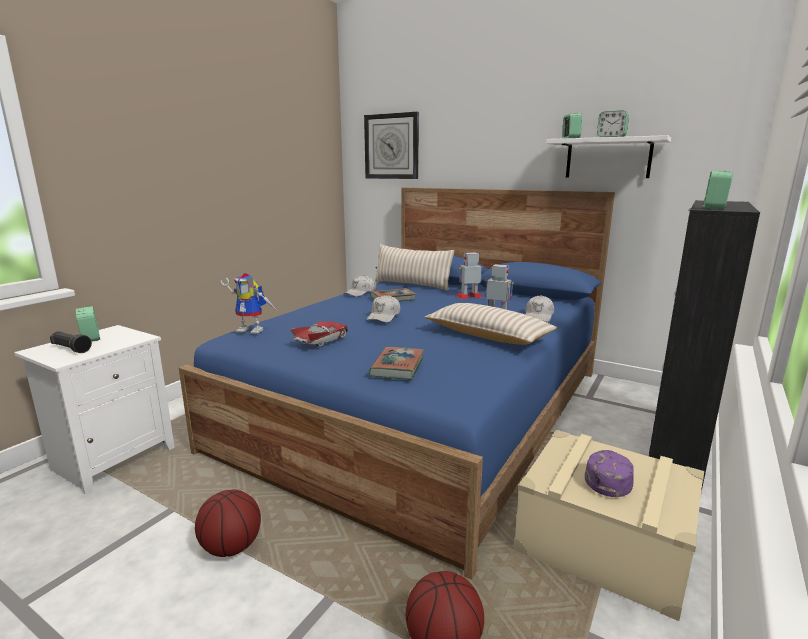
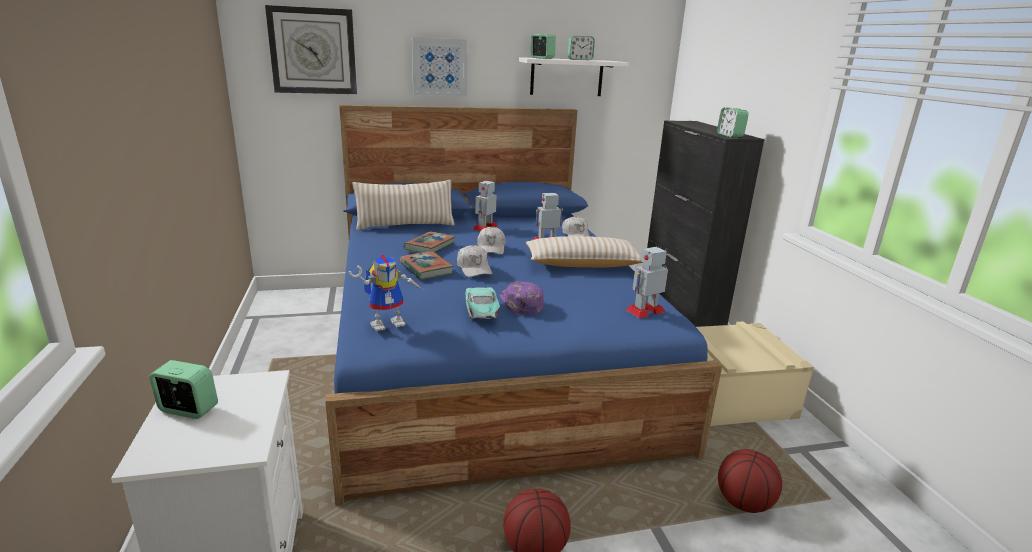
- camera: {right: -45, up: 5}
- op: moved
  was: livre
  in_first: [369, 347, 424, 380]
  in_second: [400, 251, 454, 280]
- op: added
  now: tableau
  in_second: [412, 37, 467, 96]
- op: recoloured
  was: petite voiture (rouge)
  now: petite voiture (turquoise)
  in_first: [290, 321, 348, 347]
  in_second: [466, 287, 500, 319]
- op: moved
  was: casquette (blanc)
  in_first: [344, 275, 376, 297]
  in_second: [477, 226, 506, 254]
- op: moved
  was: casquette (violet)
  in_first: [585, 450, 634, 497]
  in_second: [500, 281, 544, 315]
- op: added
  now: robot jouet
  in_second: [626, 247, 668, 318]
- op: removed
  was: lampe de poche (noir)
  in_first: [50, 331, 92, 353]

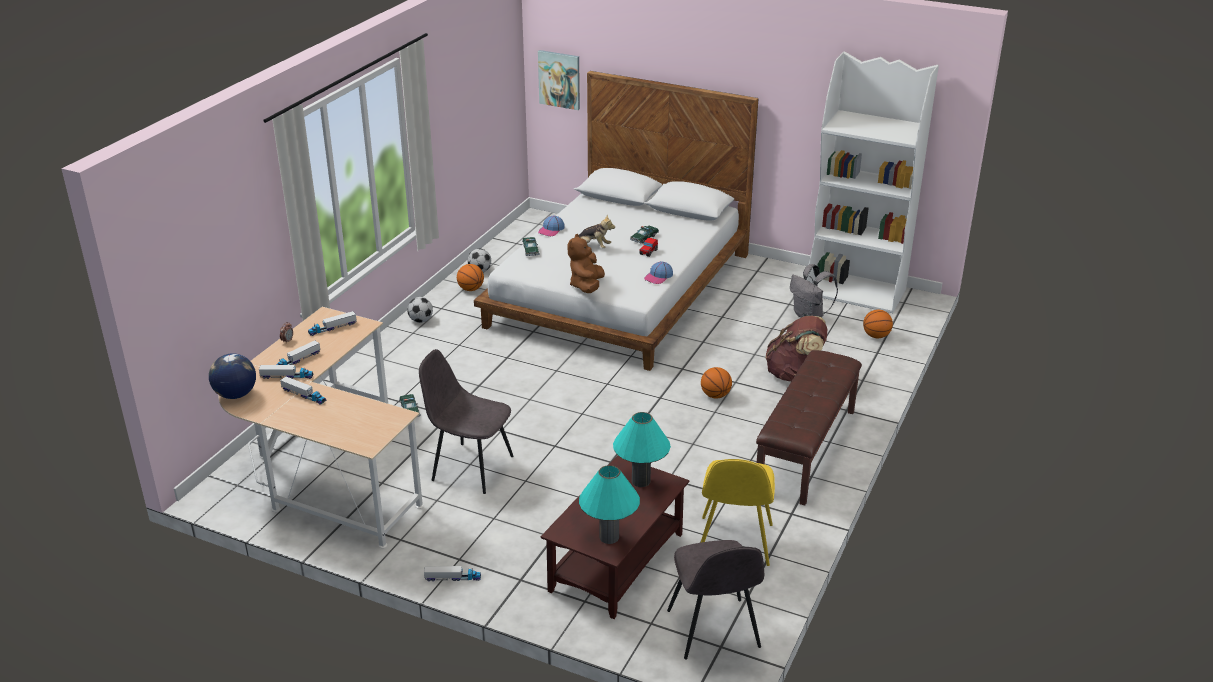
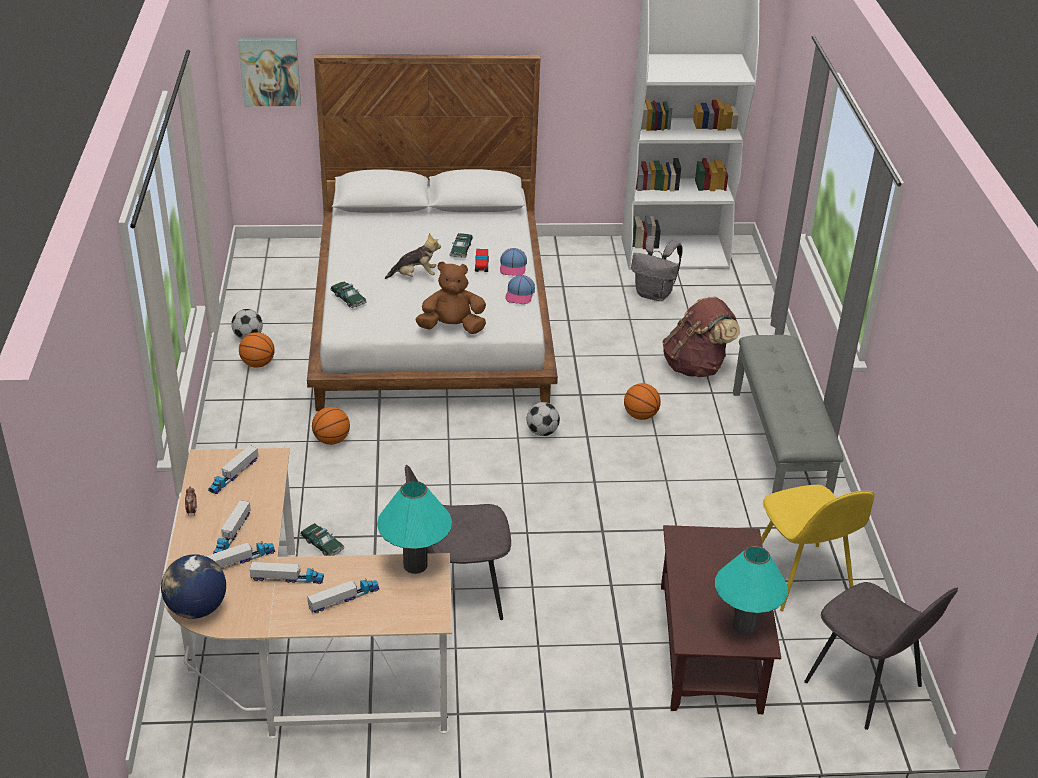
- camera: {right: -30, up: 5}
- op: moved
  was: camion jouet
  in_first: [424, 566, 481, 581]
  in_second: [307, 578, 379, 613]
- op: moved
  was: ballon de basket
  in_first: [863, 310, 893, 338]
  in_second: [312, 407, 350, 445]
- op: moved
  was: lampe de table (turquoise)
  in_first: [613, 412, 671, 487]
  in_second: [377, 481, 452, 574]
- op: turned
  was: peluche (marron)
  in_first: [567, 234, 605, 293]
  in_second: [416, 261, 486, 334]
  clockwise: 105
- op: moved
  was: casquette
  in_first: [538, 216, 565, 236]
  in_second: [500, 248, 527, 276]
- op: moved
  was: ballon de foot
  in_first: [407, 297, 433, 323]
  in_second: [526, 402, 560, 436]
- op: recoloured
  was: banc (marron)
  now: banc (gris)
  in_first: [756, 350, 862, 505]
  in_second: [733, 335, 843, 494]

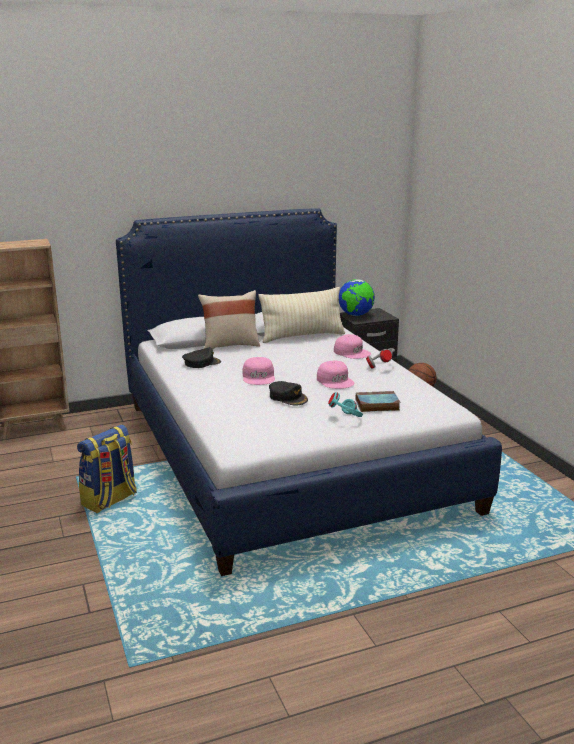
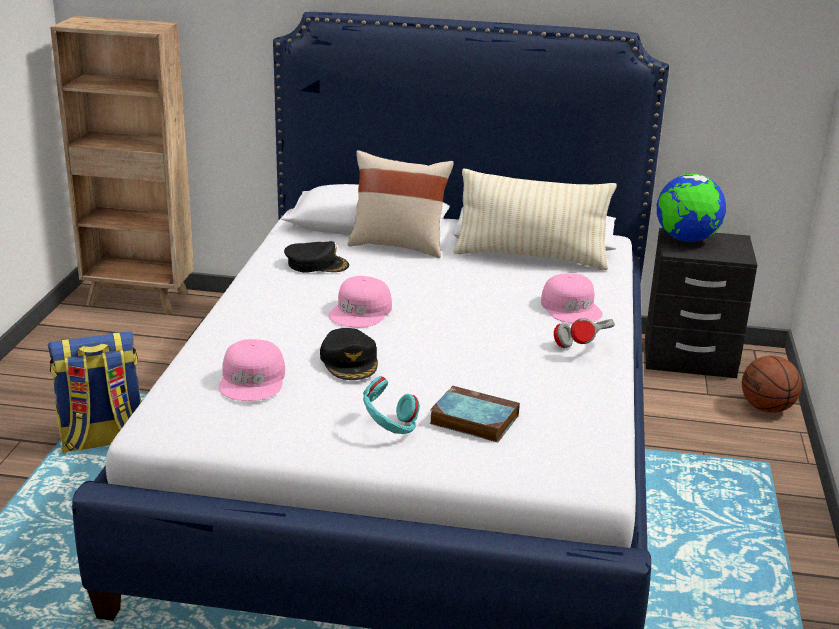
- camera: {right: 30, up: 5}
- op: moved
  was: casquette (rose)
  in_first: [317, 360, 354, 389]
  in_second: [219, 339, 285, 401]

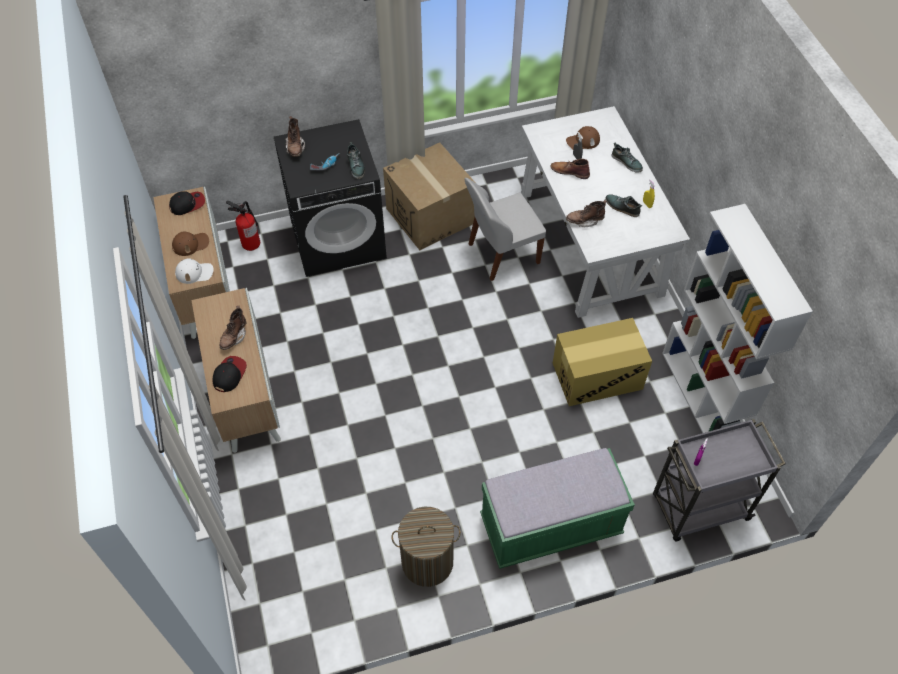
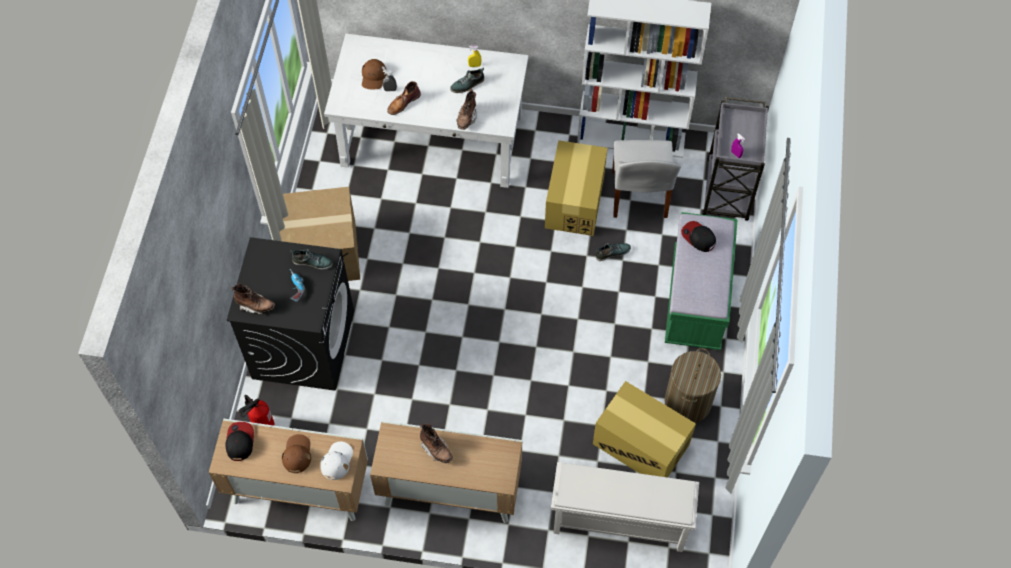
- camera: {right: -65, up: 5}
- op: added
  now: étagère à chaussures (blanc)
  in_second: [551, 462, 699, 552]
- op: added
  now: carton
  in_second: [593, 381, 696, 477]
- op: moved
  was: chaussure
  in_first: [612, 142, 643, 173]
  in_second: [596, 243, 631, 261]
- op: moved
  was: chaise (blanc)
  in_first: [464, 178, 546, 281]
  in_second: [612, 140, 681, 218]
- op: moved
  was: casquette
  in_first: [212, 356, 247, 392]
  in_second: [681, 221, 716, 252]

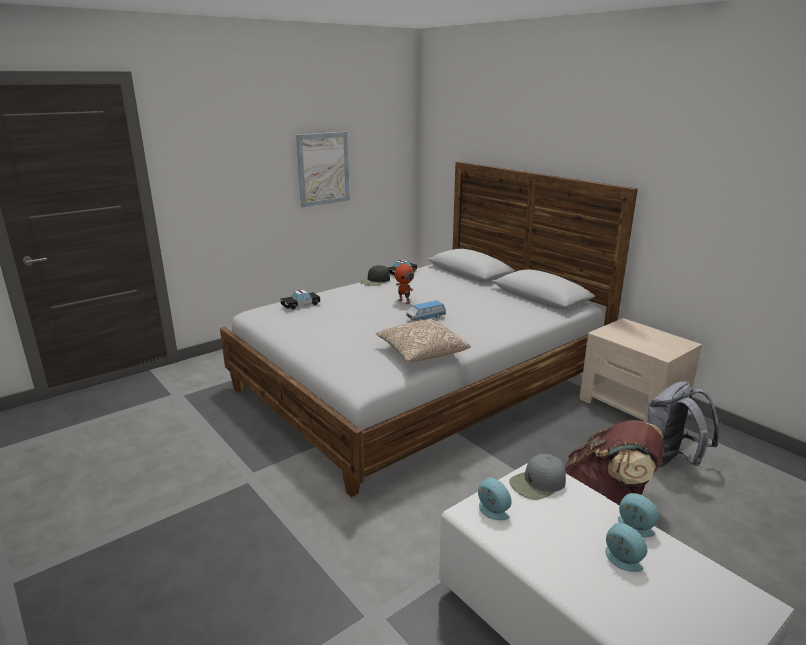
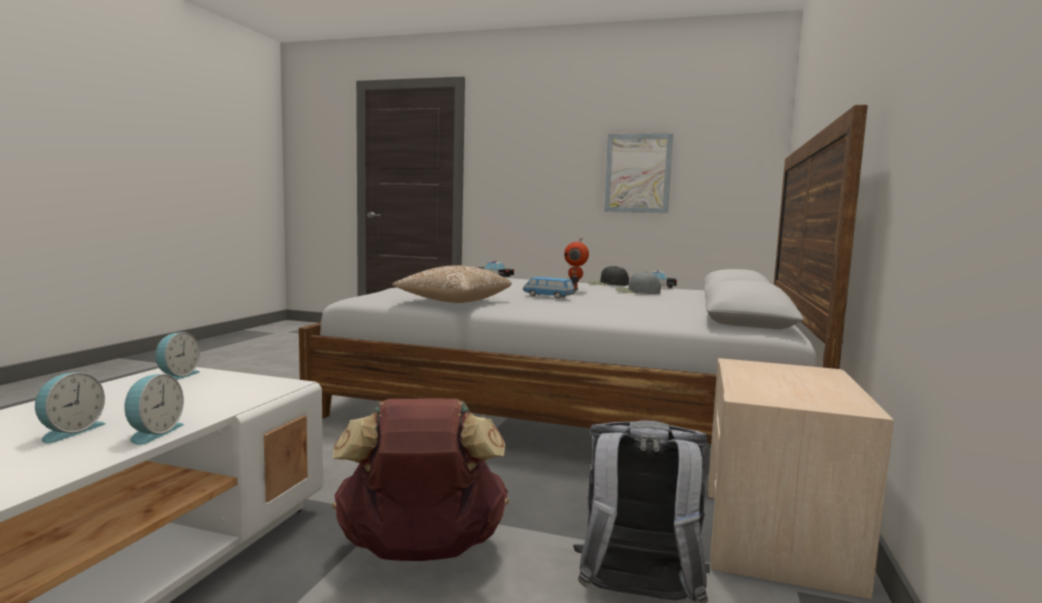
- camera: {right: 55, up: -15}
- op: moved
  was: casquette (gris)
  in_first: [509, 454, 566, 500]
  in_second: [615, 272, 661, 294]

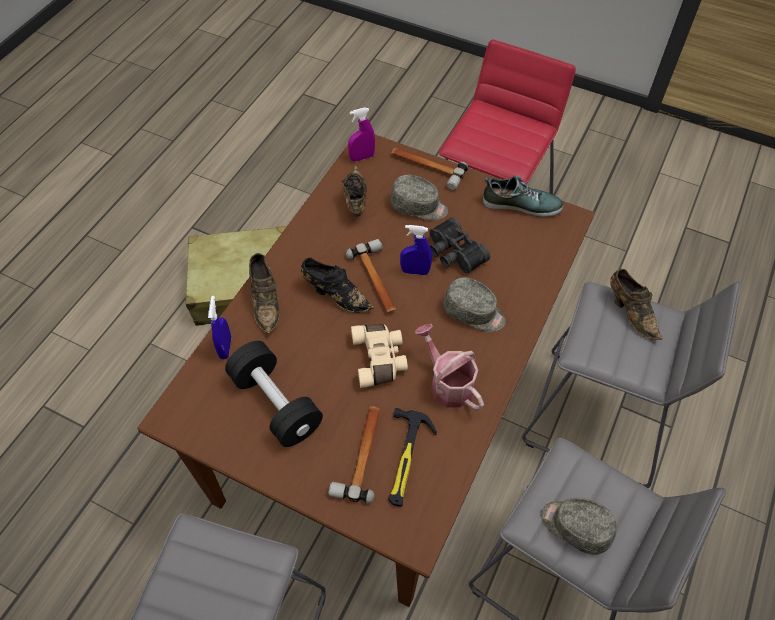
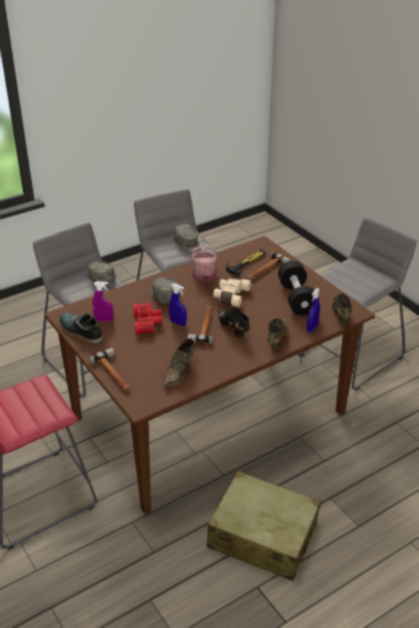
- camera: {right: -150, up: -20}
- op: moved
  was: casquette (gris)
  in_first: [390, 175, 448, 221]
  in_second: [86, 261, 116, 284]
- op: moved
  was: vaporisateur (violet)
  in_first: [348, 107, 375, 162]
  in_second: [92, 281, 113, 322]
- op: recoloured
  was: jumelles (noir)
  now: jumelles (rouge)
  in_first: [429, 217, 490, 274]
  in_second: [133, 303, 162, 334]
- op: moved
  was: chaussure (marron)
  in_first: [610, 269, 663, 340]
  in_second: [332, 294, 352, 324]

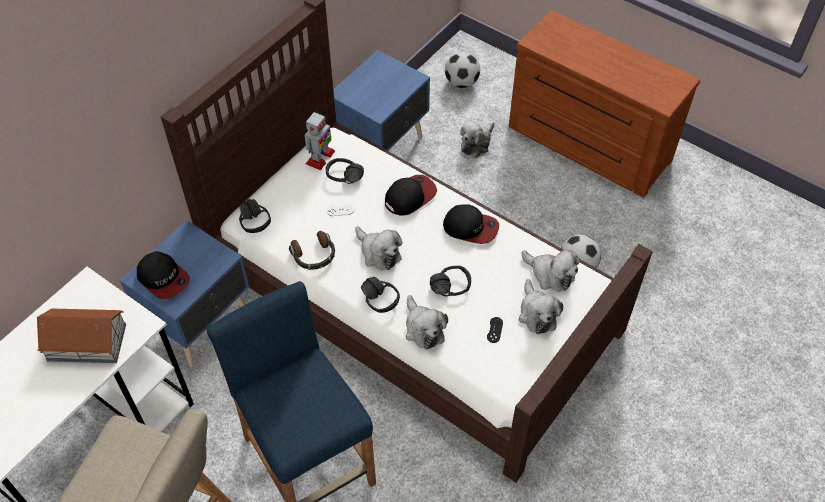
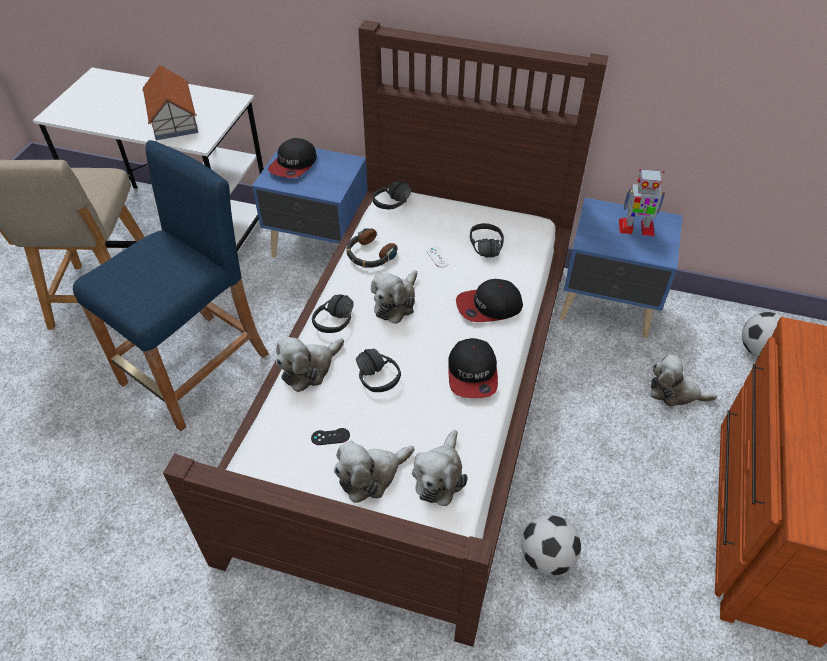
- camera: {right: 70, up: -5}
- op: turned
  was: casquette
  in_first: [385, 175, 437, 216]
  in_second: [456, 279, 523, 322]
  clockwise: 135
- op: moved
  was: robot jouet
  in_first: [304, 110, 335, 170]
  in_second: [619, 169, 666, 236]

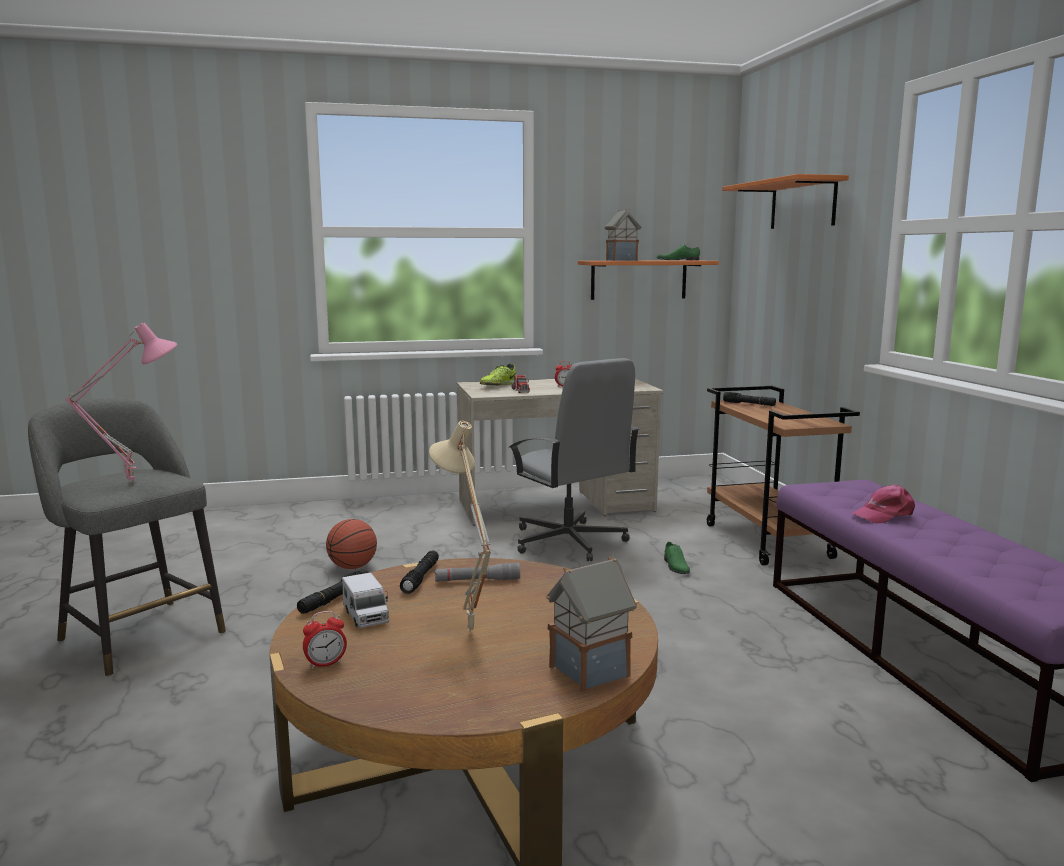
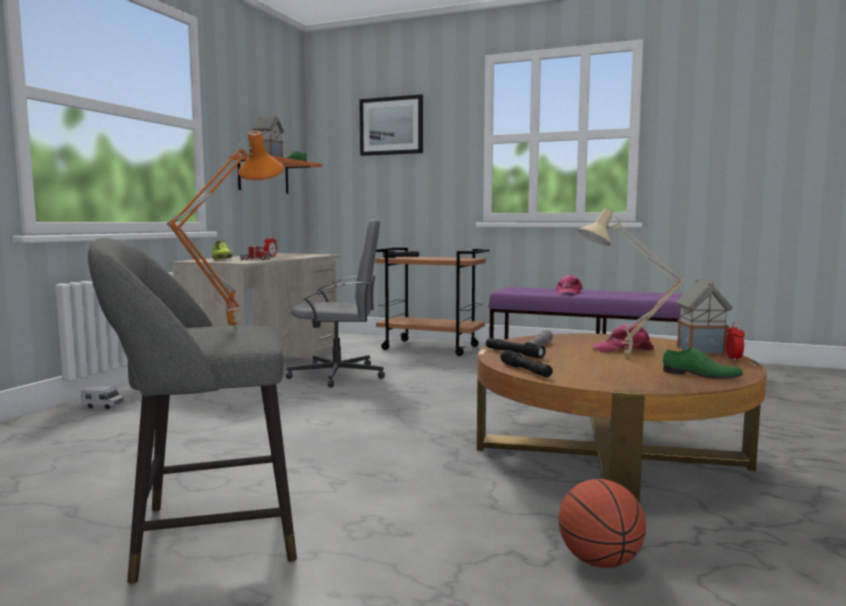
- camera: {right: -55, up: -5}
- op: moved
  was: camion jouet
  in_first: [342, 572, 389, 628]
  in_second: [81, 385, 124, 410]
- op: recoloured
  was: lampe de table (rose)
  now: lampe de table (orange)
  in_first: [65, 323, 177, 484]
  in_second: [167, 131, 284, 331]
- op: replaced
  was: étagère (orange)
  now: tableau
  in_first: [722, 174, 849, 229]
  in_second: [359, 94, 423, 156]
- op: moved
  was: ballon de basket
  in_first: [326, 519, 377, 569]
  in_second: [558, 479, 646, 568]
- op: added
  now: casquette (rose)
  in_second: [591, 323, 654, 353]
- op: moved
  was: chaussure (vert)
  in_first: [664, 542, 690, 574]
  in_second: [663, 347, 743, 379]
- op: moved
  was: réveil
  in_first: [303, 611, 347, 669]
  in_second: [726, 322, 745, 361]

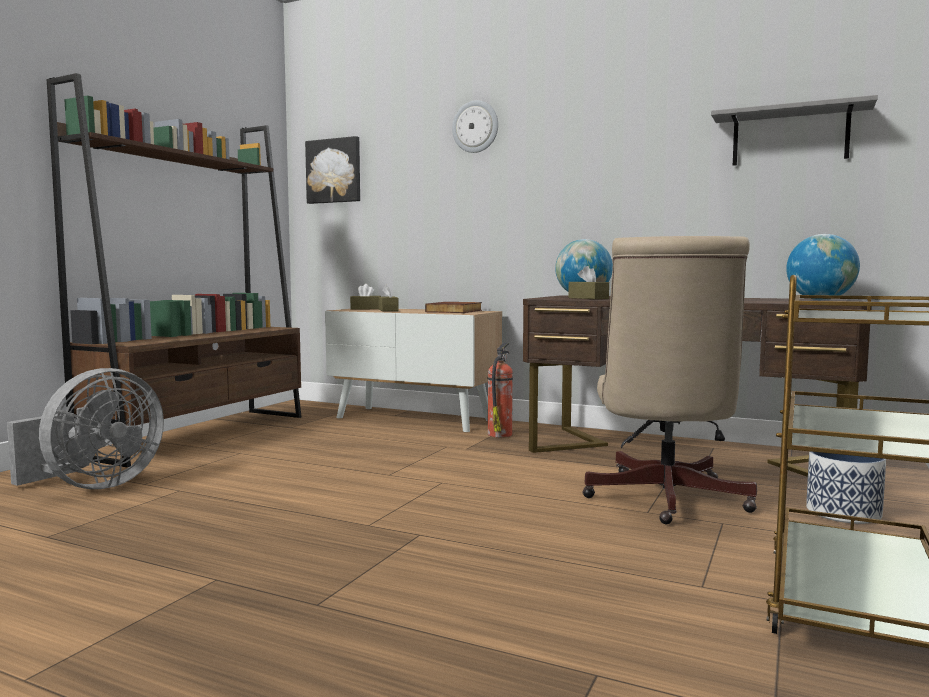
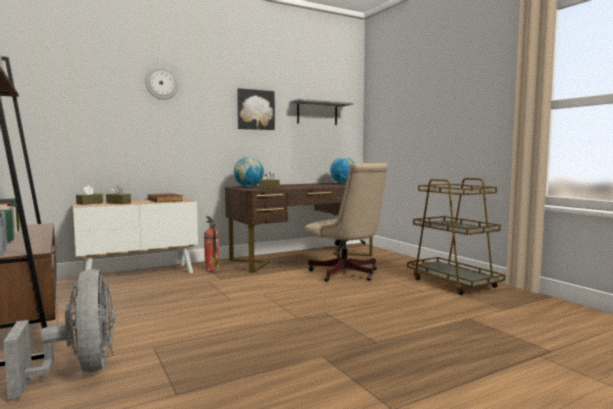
- camera: {right: -55, up: 0}
- op: moved
  was: tableau
  in_first: [305, 136, 360, 204]
  in_second: [237, 88, 275, 130]
- op: removed
  was: cache-pot
  in_first: [806, 451, 886, 524]

